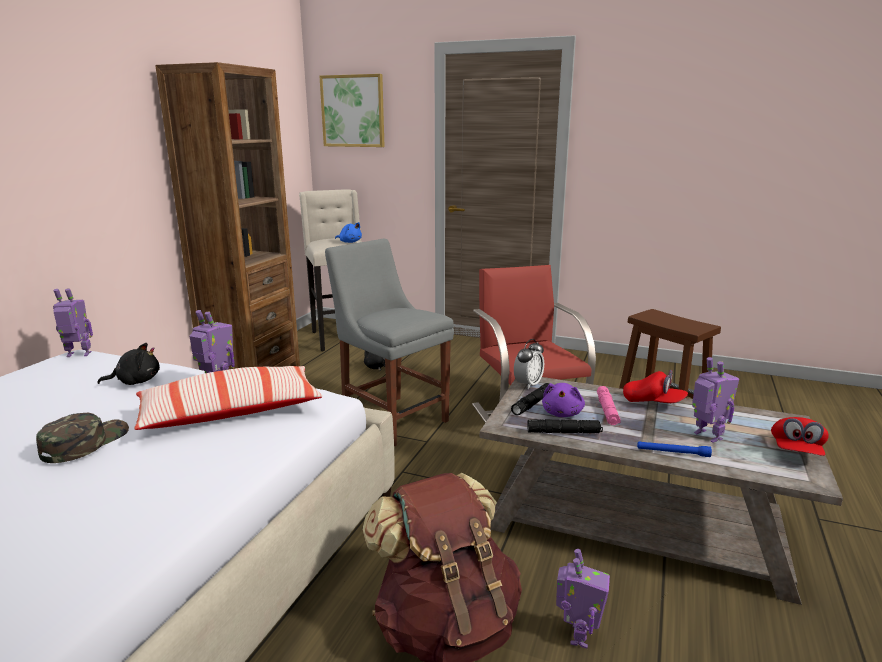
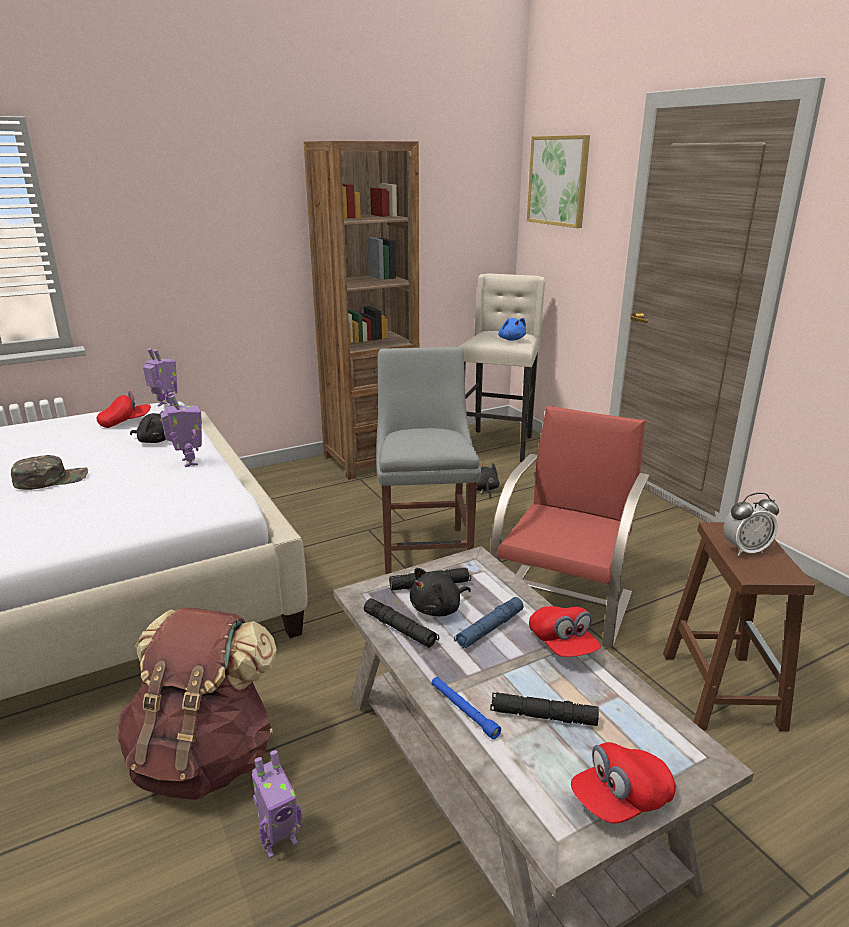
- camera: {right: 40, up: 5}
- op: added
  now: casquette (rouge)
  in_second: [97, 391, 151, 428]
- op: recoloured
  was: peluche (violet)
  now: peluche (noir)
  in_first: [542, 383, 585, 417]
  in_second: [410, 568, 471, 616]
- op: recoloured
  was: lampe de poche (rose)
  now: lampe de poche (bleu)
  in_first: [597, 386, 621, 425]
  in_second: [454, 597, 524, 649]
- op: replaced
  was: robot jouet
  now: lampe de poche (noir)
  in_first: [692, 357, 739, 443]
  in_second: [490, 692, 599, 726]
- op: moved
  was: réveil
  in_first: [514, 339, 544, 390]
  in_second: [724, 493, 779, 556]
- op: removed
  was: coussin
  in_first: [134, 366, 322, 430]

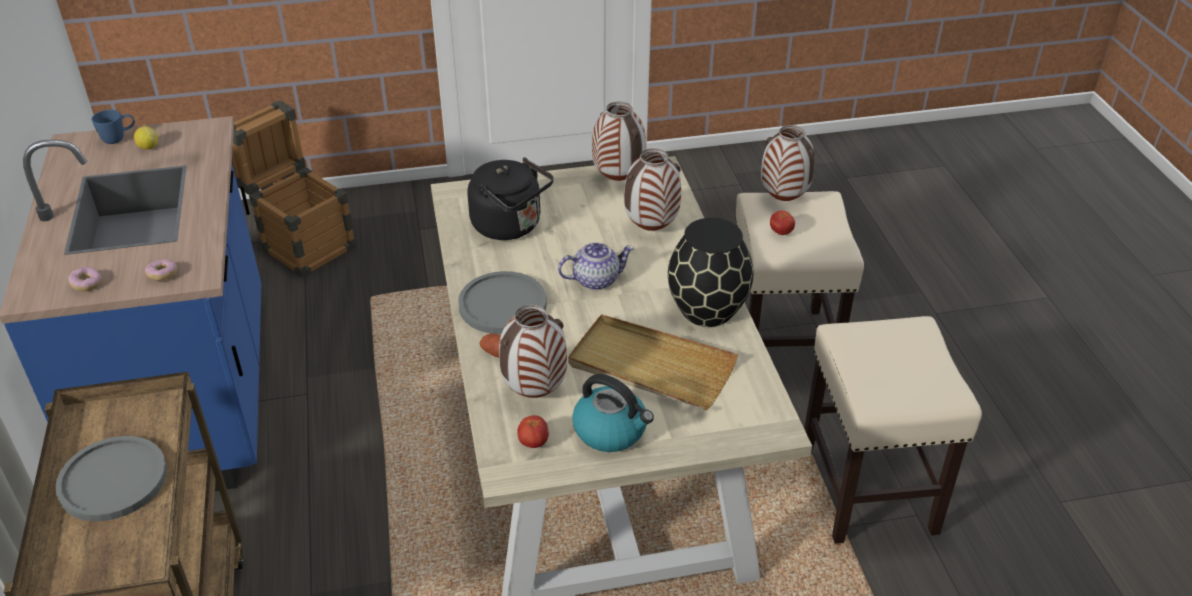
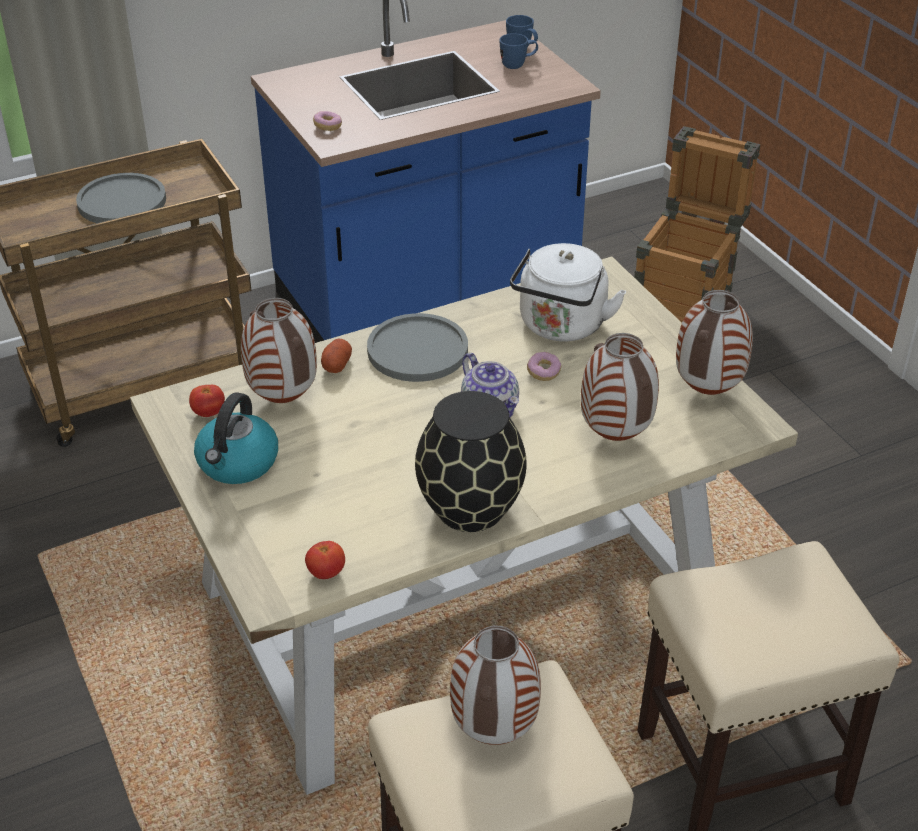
- camera: {right: 75, up: 0}
- op: moved
  was: tomate
  in_first: [770, 211, 795, 235]
  in_second: [305, 541, 345, 579]
- op: moved
  was: vase
  in_first: [761, 125, 815, 201]
  in_second: [450, 625, 541, 745]
- op: replaced
  was: citron
  now: mug (bleu)
  in_first: [134, 126, 158, 150]
  in_second: [500, 33, 538, 69]
- op: recoloured
  was: bouilloire (noir)
  now: bouilloire (blanc)
  in_first: [468, 157, 554, 240]
  in_second: [510, 243, 626, 341]
- op: moved
  was: beignet
  in_first: [68, 267, 102, 292]
  in_second: [527, 352, 561, 381]
- op: removed
  was: plateau (beige)
  in_first: [568, 314, 738, 410]

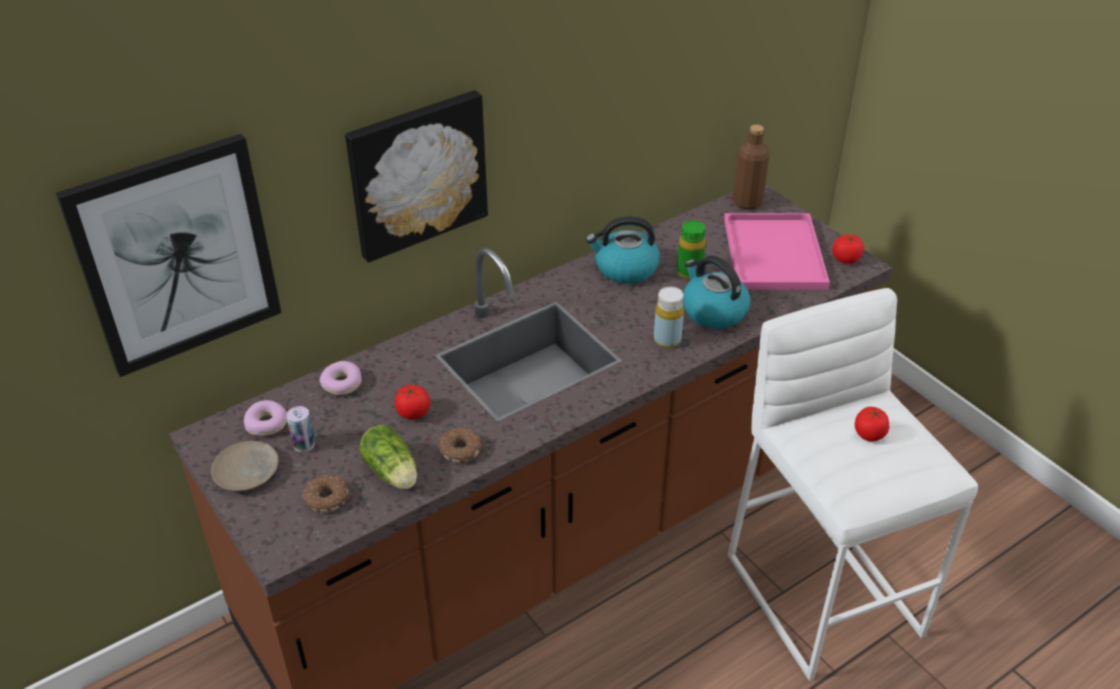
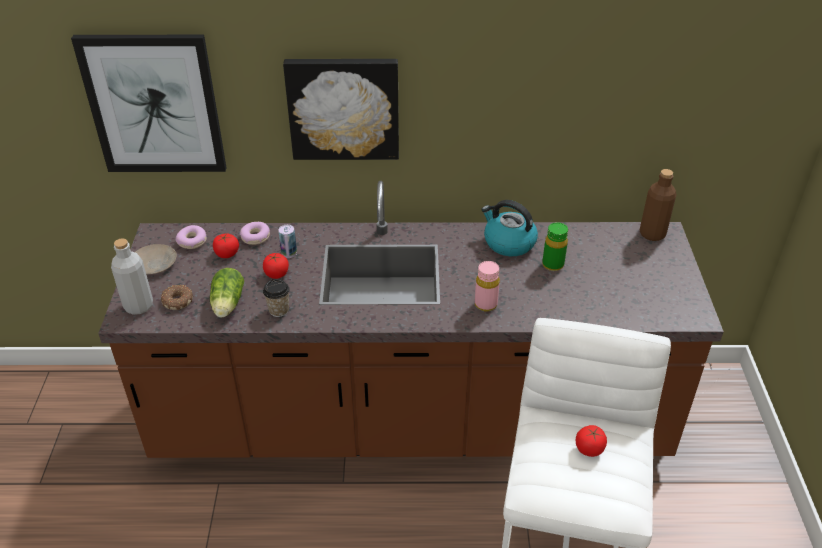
- camera: {right: 35, up: 0}
- op: added
  now: bouteille (gris)
  in_second: [111, 238, 153, 315]
- op: moved
  was: tomate
  in_first: [833, 234, 864, 264]
  in_second: [213, 233, 239, 258]
- op: replaced
  was: beignet
  now: tasse
  in_first: [439, 428, 481, 463]
  in_second: [263, 279, 290, 317]
- op: moved
  was: boîte métallique
  in_first: [286, 406, 315, 453]
  in_second: [278, 225, 297, 258]
- op: recoloured
  was: bouteille (jaune)
  now: bouteille (rose)
  in_first: [654, 287, 684, 348]
  in_second: [475, 261, 500, 312]
- op: removed
  was: bouilloire
  in_first: [683, 256, 750, 329]
- op: removed
  was: plateau (rose)
  in_first: [724, 213, 830, 290]

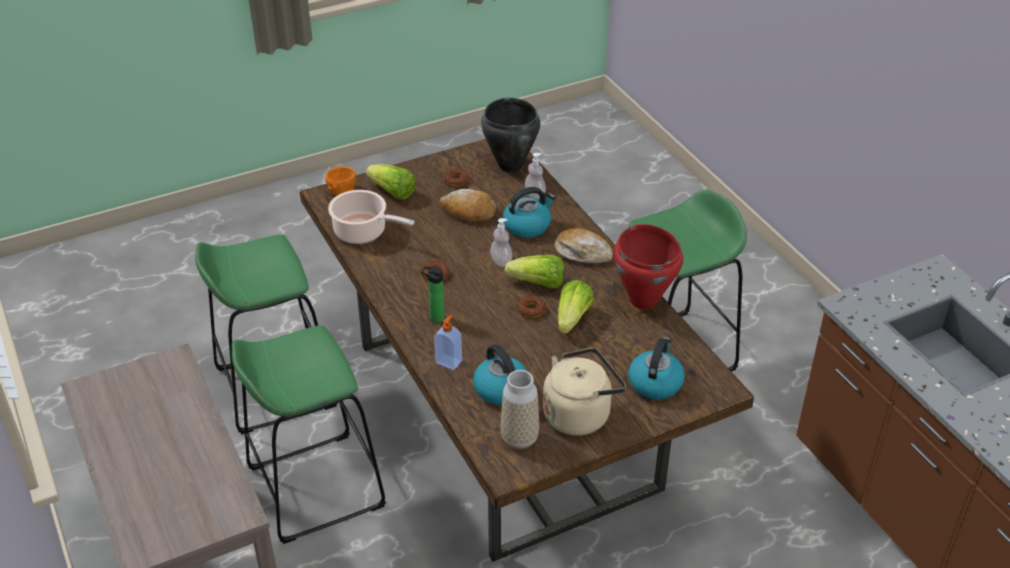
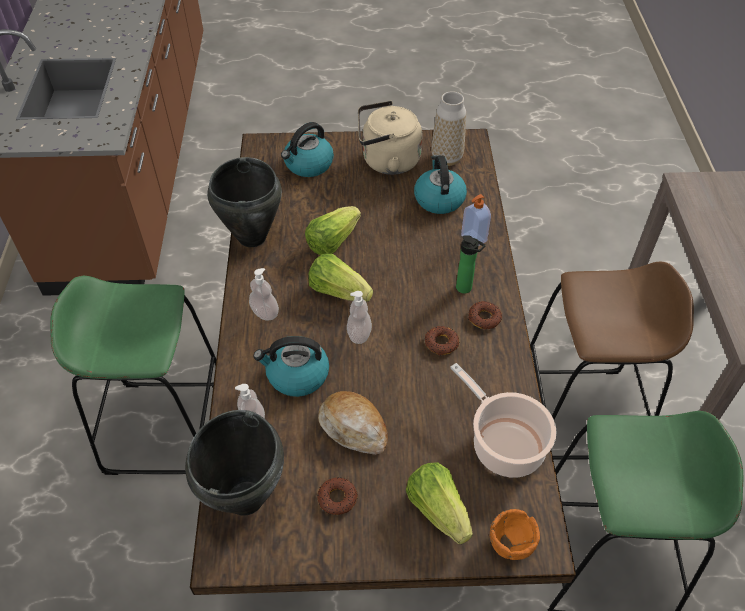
- camera: {right: -155, up: 10}
- op: recoloured
  was: marmite (rouge)
  now: marmite (noir)
  in_first: [614, 224, 683, 309]
  in_second: [207, 157, 282, 247]
- op: replaced
  was: pain
  now: distributeur de savon
  in_first: [554, 228, 613, 263]
  in_second: [249, 268, 279, 321]
- op: moved
  was: beignet
  in_first: [517, 295, 547, 318]
  in_second: [468, 301, 502, 330]
- op: recoloured
  was: tabouret (vert)
  now: tabouret (marron)
  in_first: [232, 325, 386, 544]
  in_second: [530, 262, 694, 460]

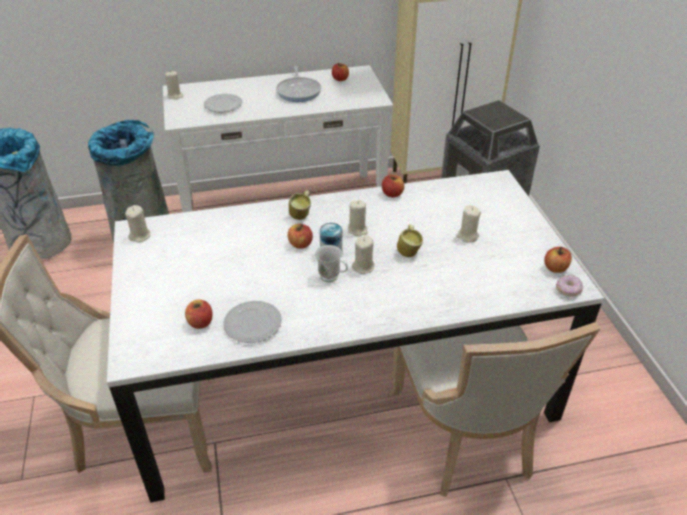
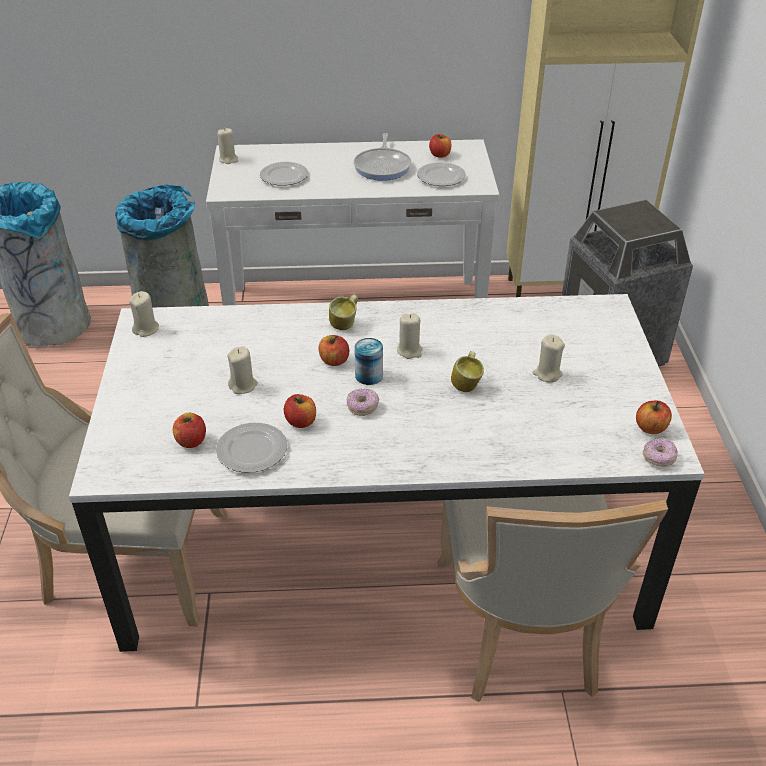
- camera: {right: 10, up: 0}
- op: moved
  was: bougie (beige)
  in_first: [352, 235, 375, 274]
  in_second: [227, 346, 258, 394]
- op: moved
  was: pomme
  in_first: [382, 175, 404, 197]
  in_second: [284, 394, 316, 428]
- op: replaced
  was: mug (blanc)
  now: beignet
  in_first: [315, 245, 348, 282]
  in_second: [347, 388, 379, 416]
- op: added
  now: assiette
  in_second: [417, 162, 466, 186]

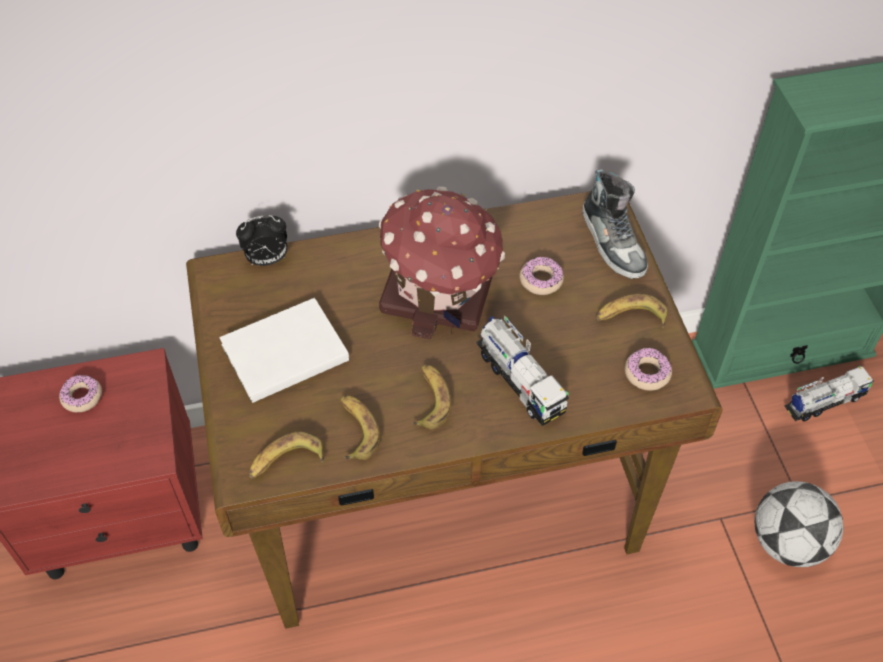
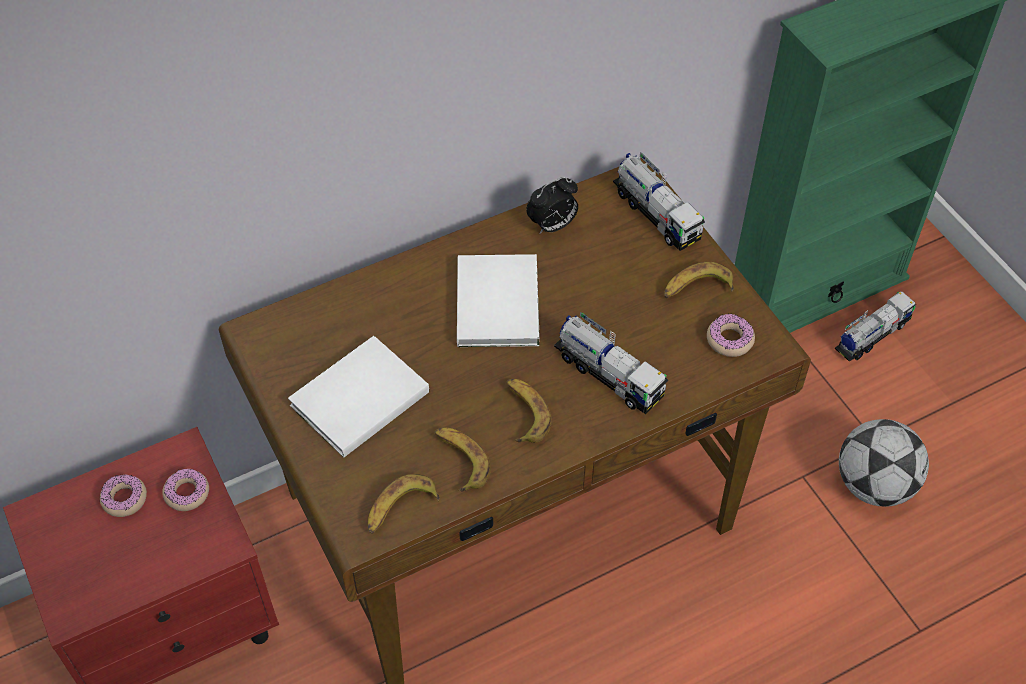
- camera: {right: -15, up: 0}
- op: moved
  was: beignet
  in_first: [519, 256, 564, 295]
  in_second: [162, 468, 209, 511]
- op: replaced
  was: maison miniature
  now: livre (blanc)
  in_first: [379, 187, 505, 339]
  in_second: [457, 254, 540, 347]
- op: moved
  was: réveil
  in_first: [236, 215, 287, 266]
  in_second: [526, 177, 578, 234]
- op: replaced
  was: chaussure
  now: camion jouet
  in_first: [582, 169, 648, 279]
  in_second: [613, 152, 705, 251]

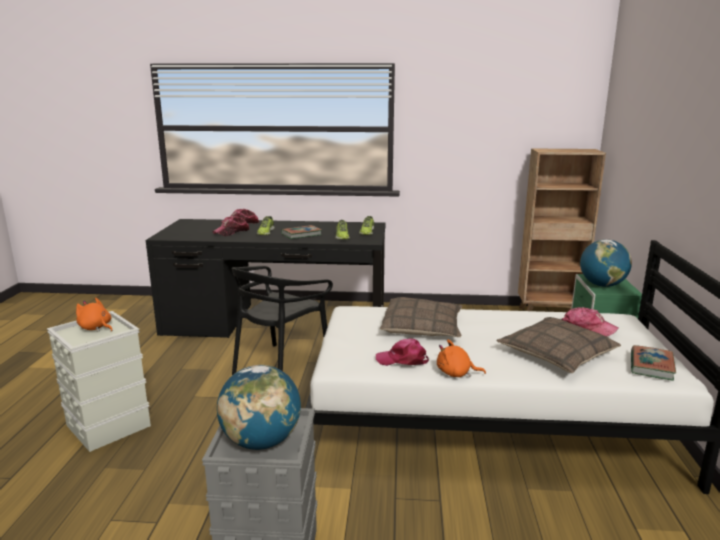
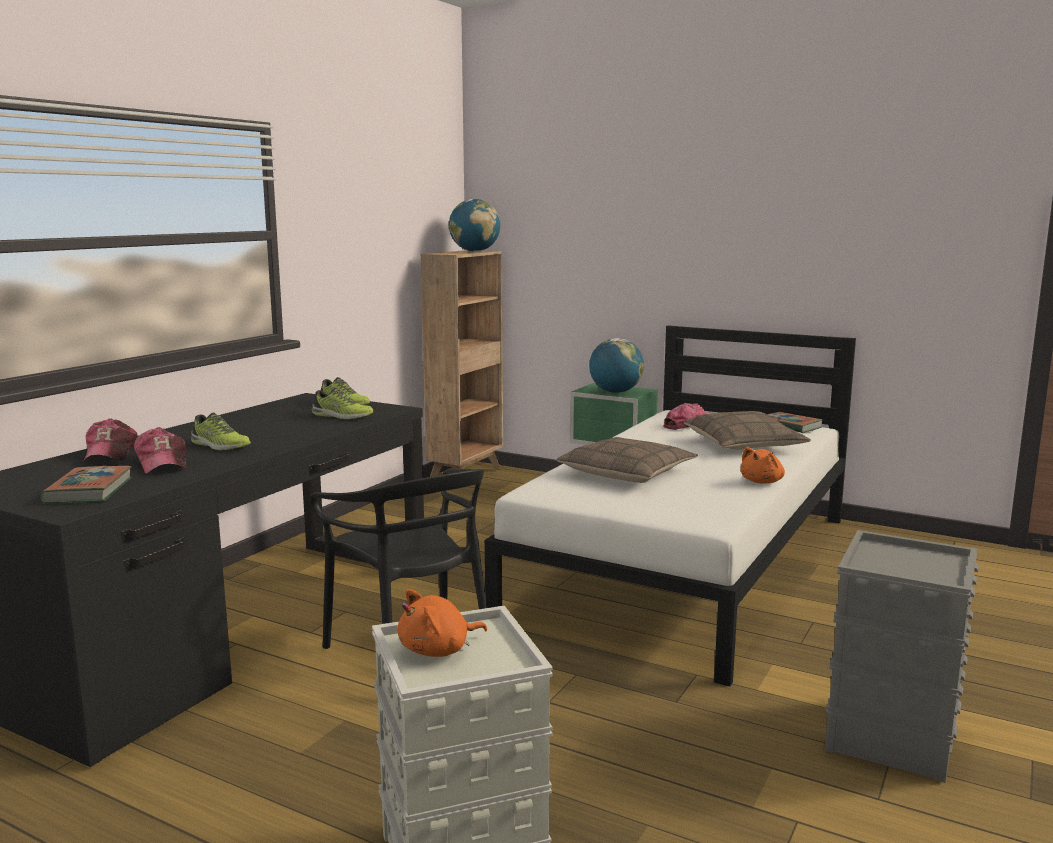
- camera: {right: -65, up: -5}
- op: moved
  was: livre
  in_first: [281, 225, 322, 239]
  in_second: [40, 466, 132, 504]
- op: moved
  was: globe
  in_first: [217, 365, 301, 450]
  in_second: [449, 199, 500, 252]
- op: removed
  was: casquette (rose)
  in_first: [376, 339, 429, 366]

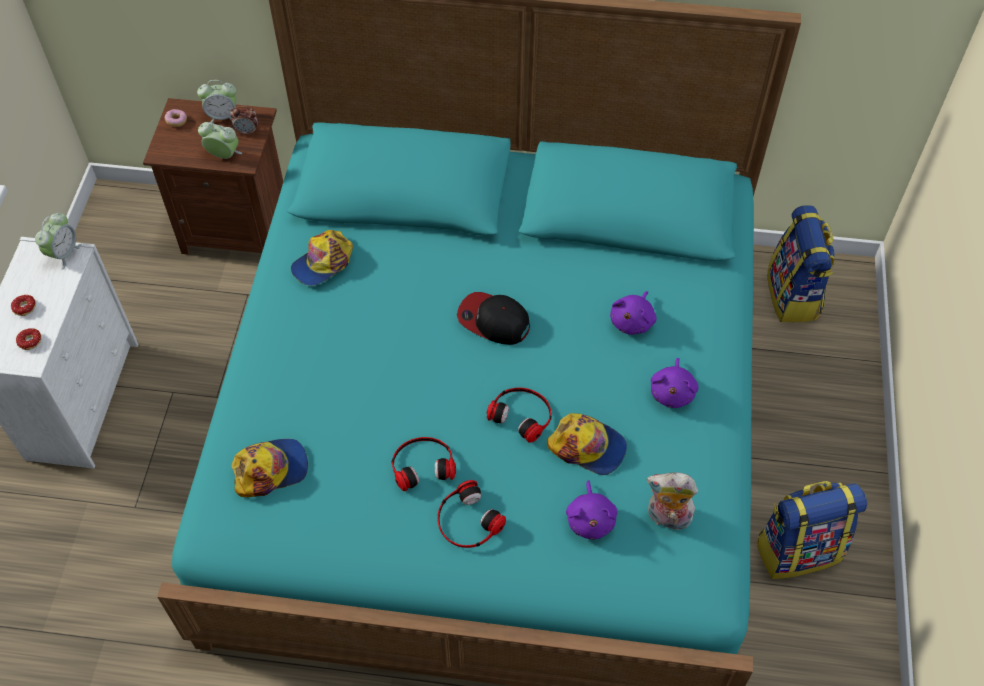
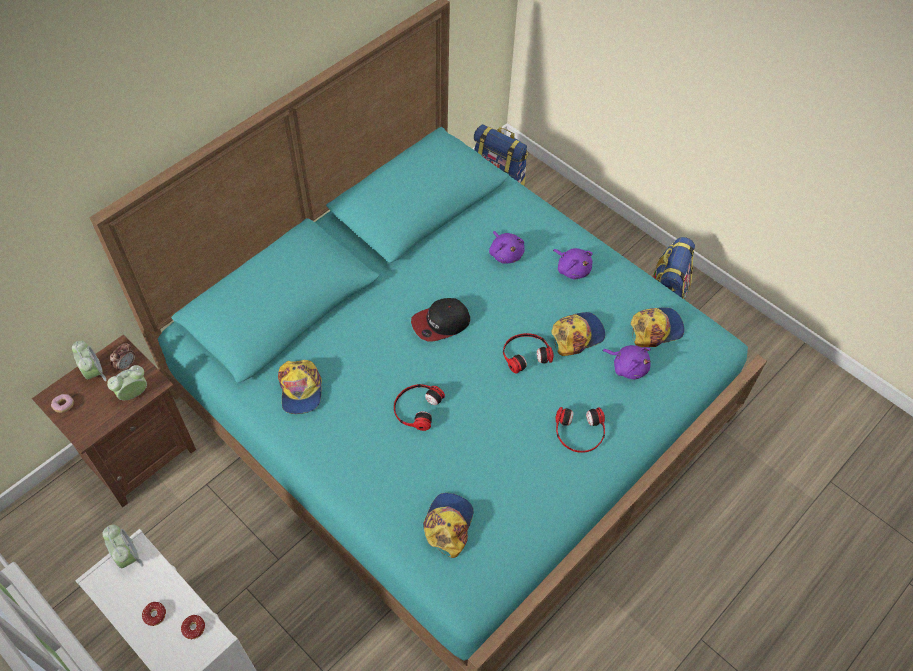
- camera: {right: -55, up: 0}
- op: turned
  was: réveil
  in_first: [197, 80, 236, 123]
  in_second: [72, 340, 106, 381]
  clockwise: -60
- op: moved
  was: casque audio
  in_first: [392, 437, 456, 491]
  in_second: [394, 384, 445, 431]
- op: replaced
  was: peluche
  now: casquette
  in_first: [647, 472, 698, 530]
  in_second: [631, 307, 684, 347]

